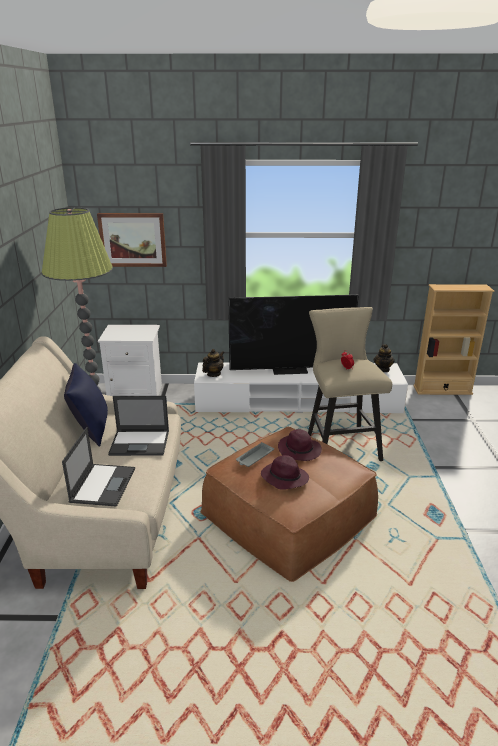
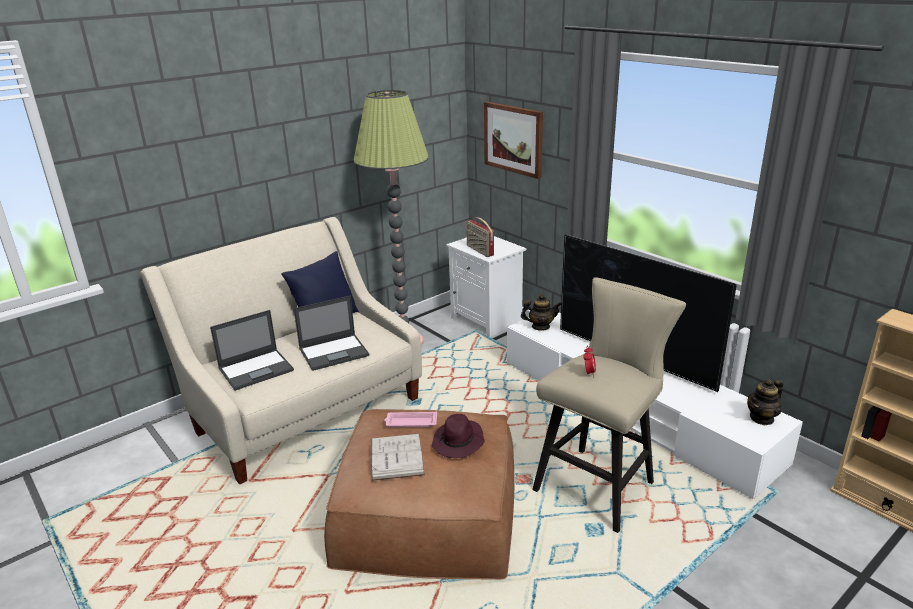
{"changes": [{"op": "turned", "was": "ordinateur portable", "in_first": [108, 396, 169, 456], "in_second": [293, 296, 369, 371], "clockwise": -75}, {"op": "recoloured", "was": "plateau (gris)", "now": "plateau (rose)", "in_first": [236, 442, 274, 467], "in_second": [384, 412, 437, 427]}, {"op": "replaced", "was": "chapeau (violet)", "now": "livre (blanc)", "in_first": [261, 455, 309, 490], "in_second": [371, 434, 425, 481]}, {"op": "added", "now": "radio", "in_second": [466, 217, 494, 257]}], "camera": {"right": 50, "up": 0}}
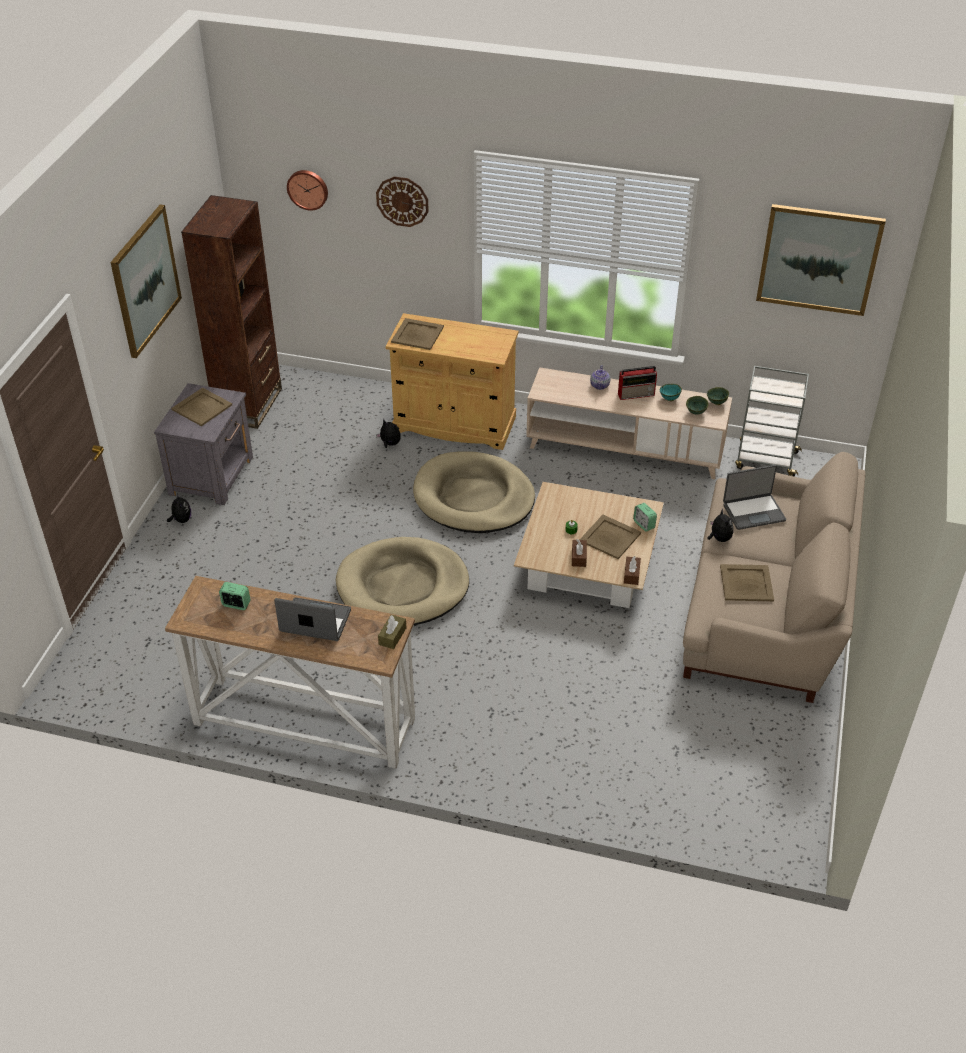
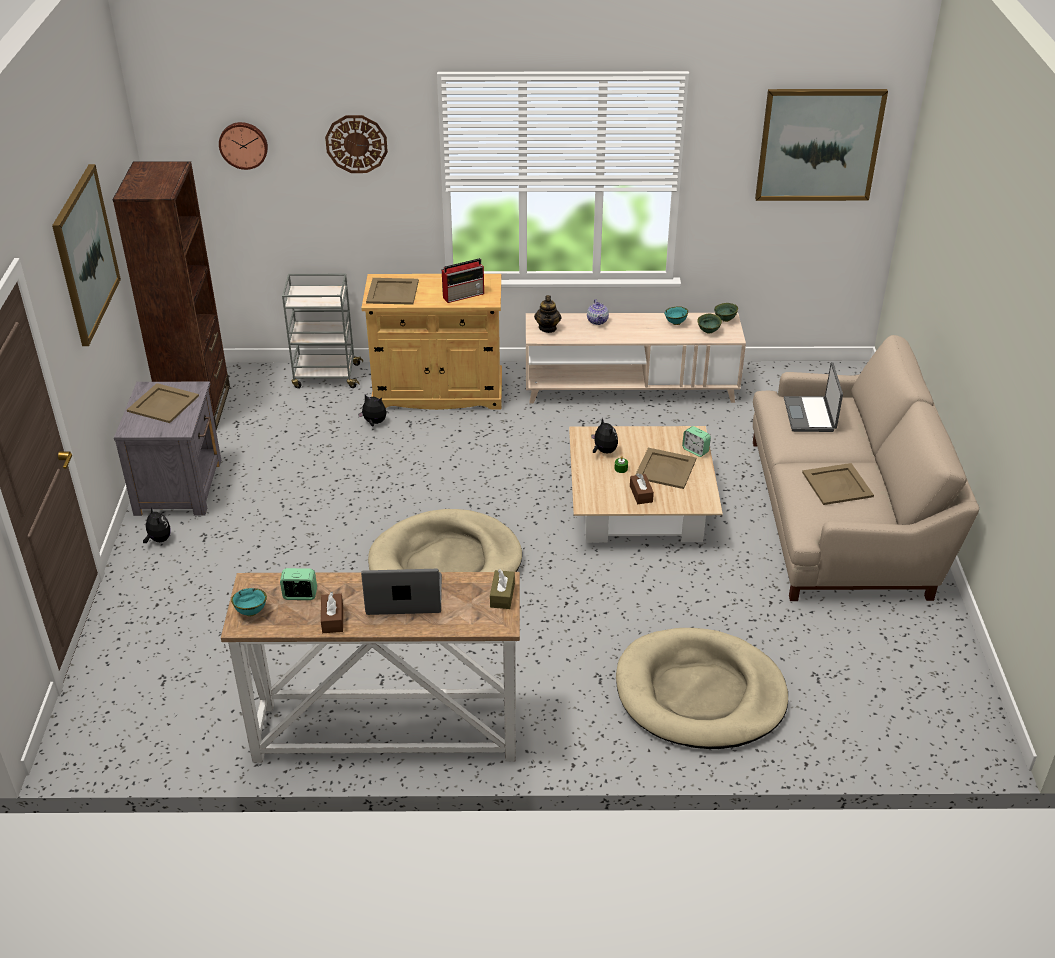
{"changes": [{"op": "moved", "was": "radio", "in_first": [618, 366, 657, 400], "in_second": [442, 258, 484, 303]}, {"op": "moved", "was": "chariot (gris)", "in_first": [735, 366, 809, 477], "in_second": [282, 274, 363, 388]}, {"op": "moved", "was": "panier pour chien (beige)", "in_first": [413, 452, 535, 533], "in_second": [616, 628, 788, 749]}, {"op": "turned", "was": "ordinateur portable", "in_first": [723, 465, 786, 530], "in_second": [784, 362, 843, 432], "clockwise": 120}, {"op": "moved", "was": "peluche", "in_first": [707, 509, 734, 542], "in_second": [591, 418, 618, 454]}, {"op": "moved", "was": "boîte à mouchoirs (marron)", "in_first": [624, 556, 641, 585], "in_second": [321, 592, 343, 633]}, {"op": "added", "now": "théière", "in_second": [534, 295, 561, 333]}, {"op": "added", "now": "bol (turquoise)", "in_second": [231, 588, 267, 616]}], "camera": {"right": -15, "up": -5}}
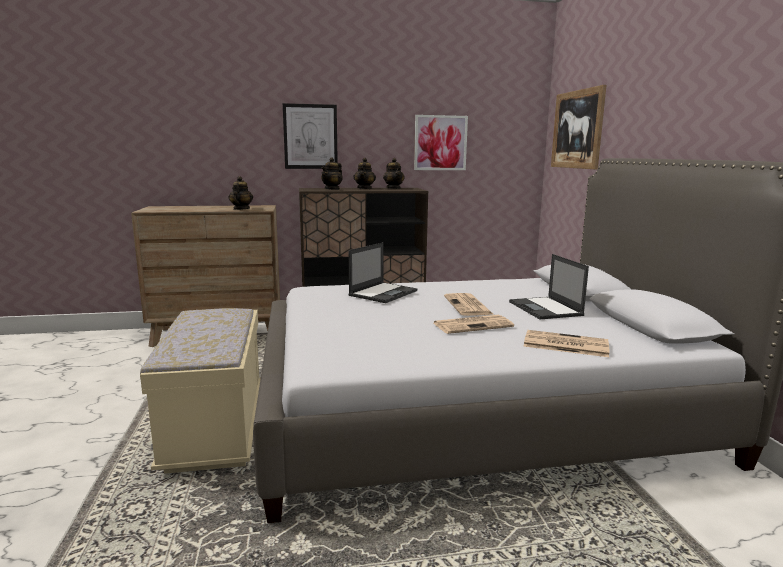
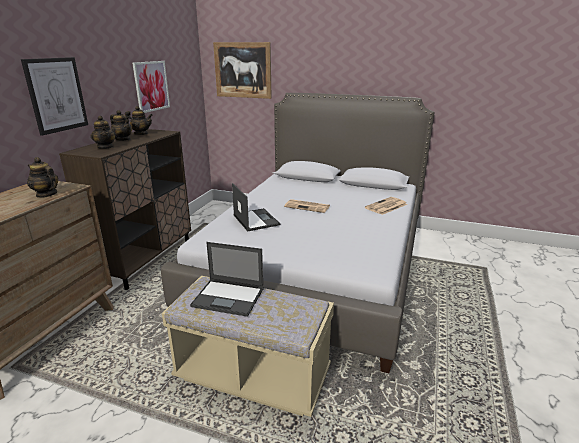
{"changes": [{"op": "moved", "was": "ordinateur portable", "in_first": [509, 254, 589, 319], "in_second": [190, 242, 264, 317]}, {"op": "removed", "was": "journal", "in_first": [434, 315, 514, 334]}], "camera": {"right": -60, "up": 10}}
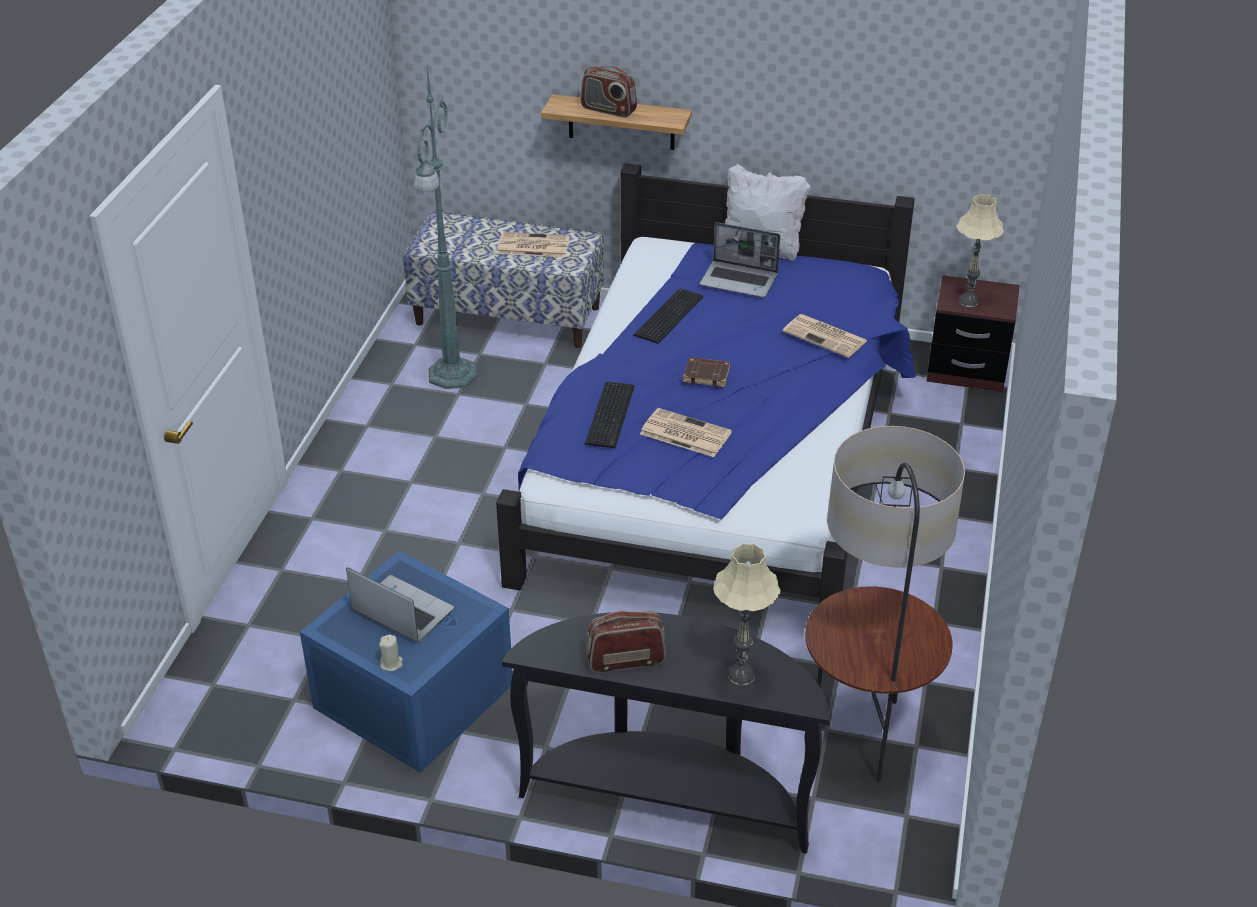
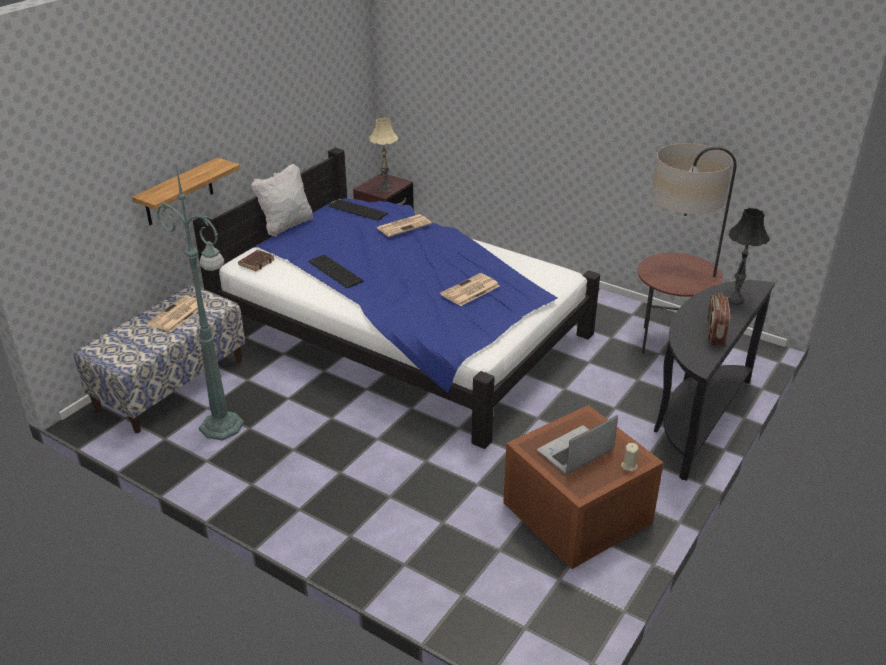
{"changes": [{"op": "removed", "was": "radio", "in_first": [580, 66, 637, 117]}, {"op": "removed", "was": "ordinateur portable", "in_first": [700, 222, 780, 297]}, {"op": "moved", "was": "livre (marron)", "in_first": [683, 357, 730, 387], "in_second": [238, 250, 275, 271]}, {"op": "moved", "was": "clavier", "in_first": [585, 382, 635, 448], "in_second": [328, 199, 388, 221]}, {"op": "recoloured", "was": "lampe de table (beige)", "now": "lampe de table (noir)", "in_first": [713, 543, 781, 685], "in_second": [728, 208, 770, 305]}, {"op": "recoloured", "was": "boîte de rangement (bleu)", "now": "boîte de rangement (marron)", "in_first": [300, 551, 513, 773], "in_second": [503, 405, 664, 569]}], "camera": {"right": -70, "up": -5}}
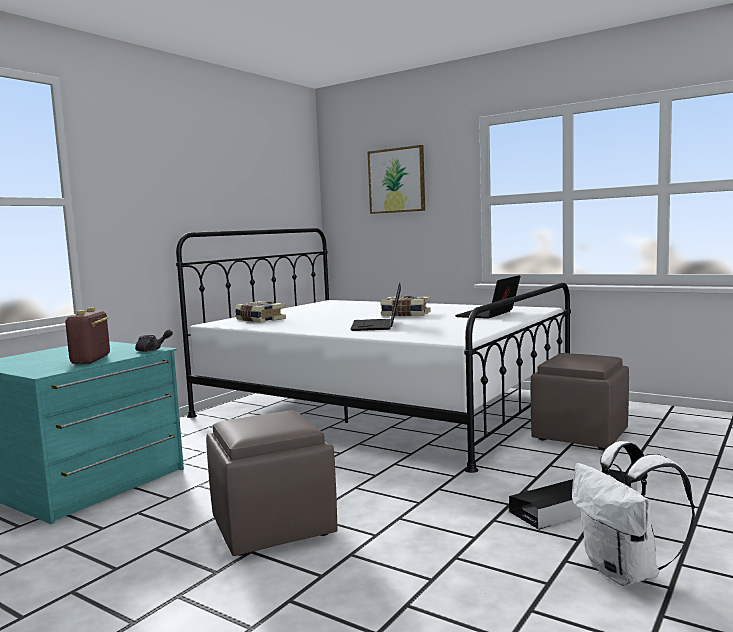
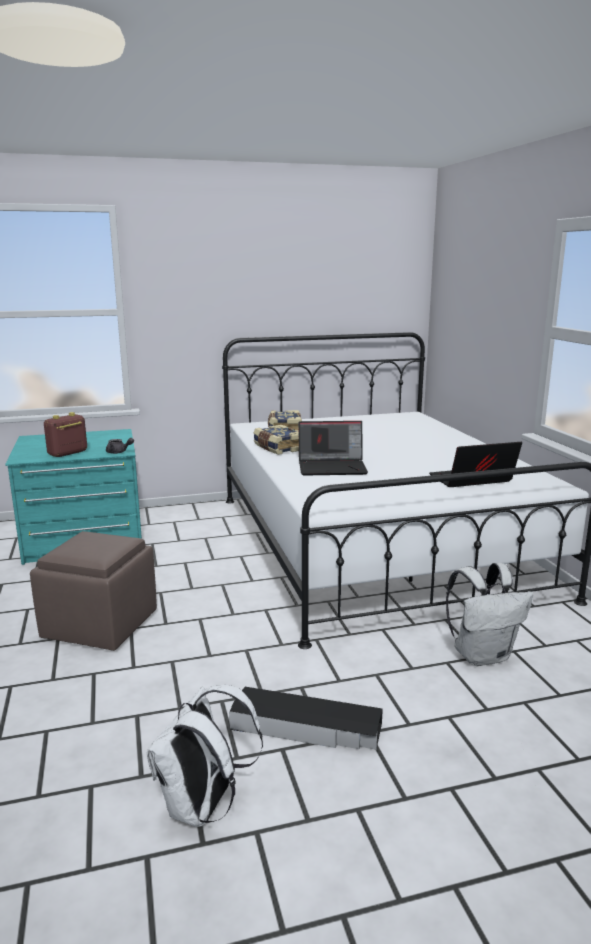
{"changes": [{"op": "removed", "was": "tableau", "in_first": [368, 145, 425, 214]}, {"op": "turned", "was": "ordinateur portable", "in_first": [351, 283, 401, 331], "in_second": [298, 421, 368, 476], "clockwise": -135}, {"op": "moved", "was": "livre", "in_first": [380, 296, 431, 317], "in_second": [253, 425, 299, 455]}, {"op": "replaced", "was": "pouf (marron)", "now": "sac à dos (blanc)", "in_first": [531, 353, 629, 450], "in_second": [446, 563, 533, 666]}], "camera": {"right": 40, "up": 10}}
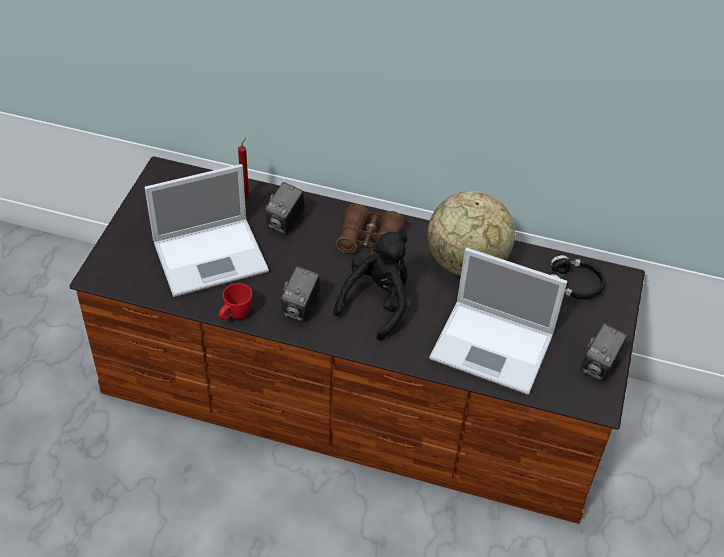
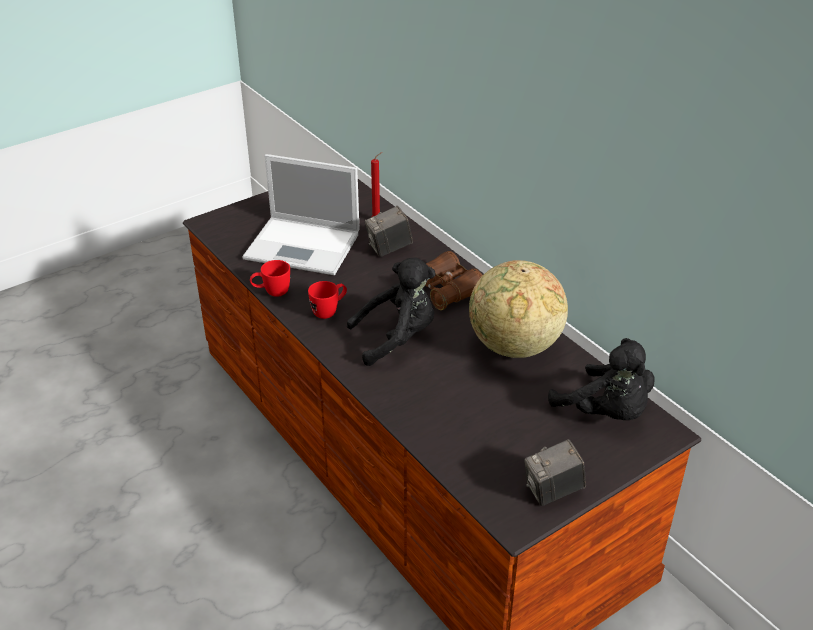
{"changes": [{"op": "removed", "was": "ordinateur portable", "in_first": [429, 247, 568, 395]}, {"op": "replaced", "was": "casque audio (noir)", "now": "peluche (noir)", "in_first": [550, 255, 605, 299], "in_second": [548, 338, 655, 420]}, {"op": "replaced", "was": "appareil photo", "now": "mug (rouge)", "in_first": [281, 266, 320, 322], "in_second": [308, 281, 347, 319]}], "camera": {"right": 40, "up": -10}}
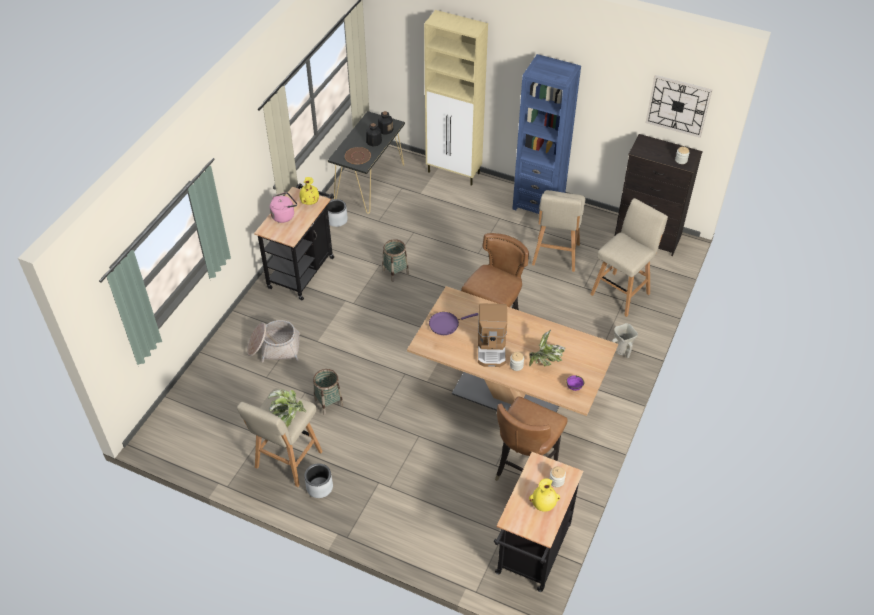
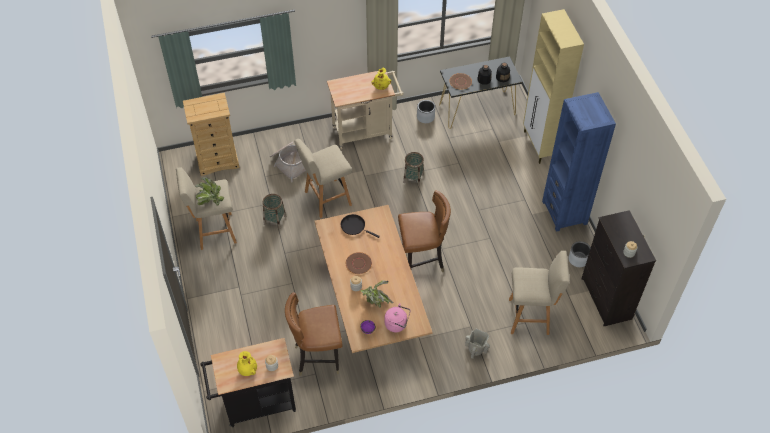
{"changes": [{"op": "removed", "was": "horloge murale", "in_first": [645, 75, 712, 138]}, {"op": "recoloured", "was": "chariot (noir)", "now": "chariot (beige)", "in_first": [254, 183, 334, 300], "in_second": [327, 71, 404, 150]}, {"op": "moved", "was": "tabouret (beige)", "in_first": [532, 190, 585, 272], "in_second": [294, 139, 352, 218]}, {"op": "moved", "was": "bouilloire (rose)", "in_first": [270, 192, 297, 223], "in_second": [384, 303, 411, 332]}, {"op": "replaced", "was": "machine à café", "now": "assiette (marron)", "in_first": [478, 303, 507, 367], "in_second": [346, 252, 372, 274]}, {"op": "recoloured", "was": "poêle (violet)", "now": "poêle (noir)", "in_first": [429, 312, 478, 335], "in_second": [341, 214, 380, 238]}, {"op": "moved", "was": "cache-pot (gris)", "in_first": [304, 463, 333, 498], "in_second": [569, 241, 591, 267]}, {"op": "added", "now": "commode (beige)", "in_second": [183, 93, 240, 176]}], "camera": {"right": 50, "up": 5}}
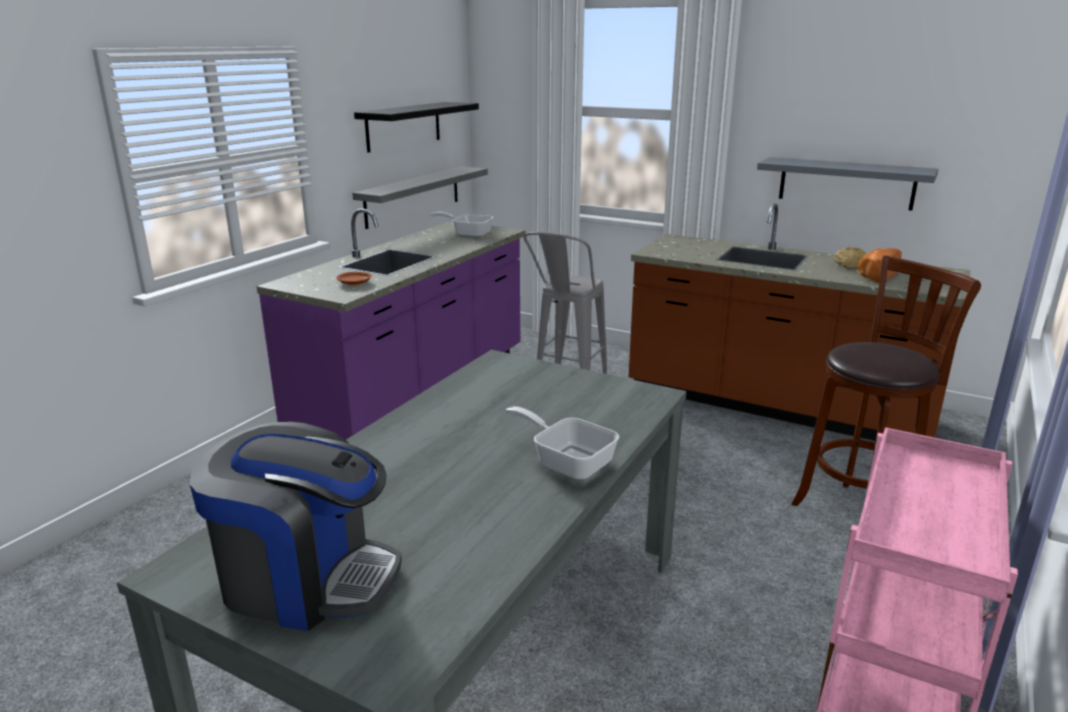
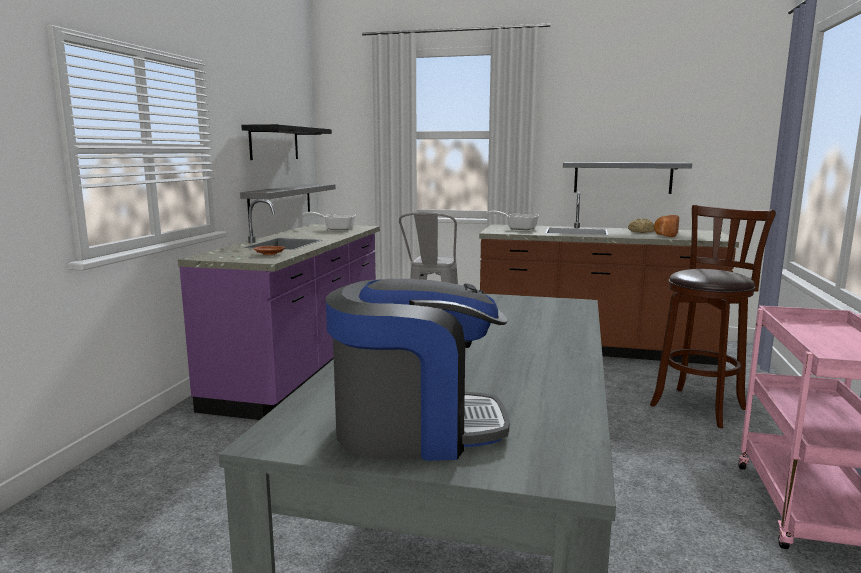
{"changes": [{"op": "moved", "was": "poêle", "in_first": [506, 406, 619, 480], "in_second": [487, 211, 539, 230]}], "camera": {"right": -15, "up": -10}}
